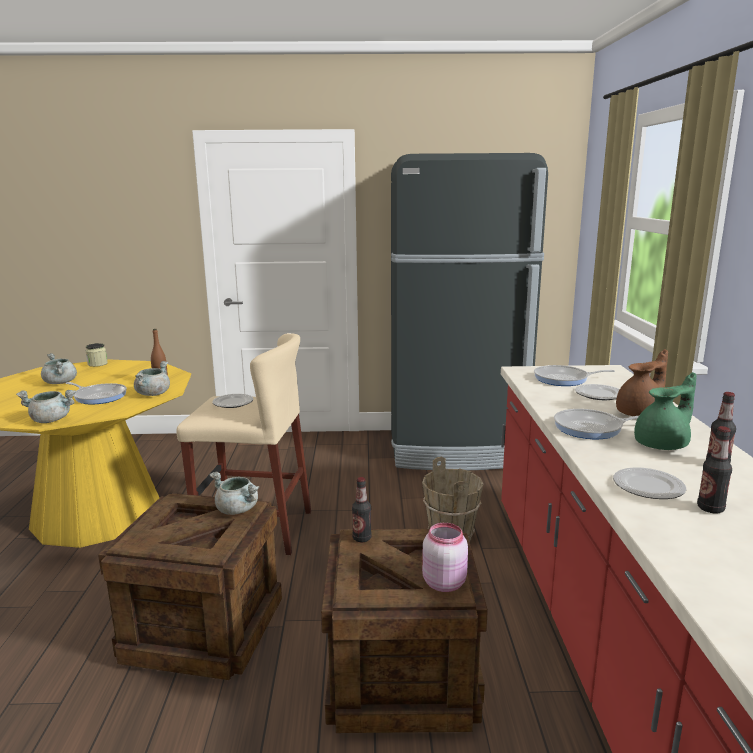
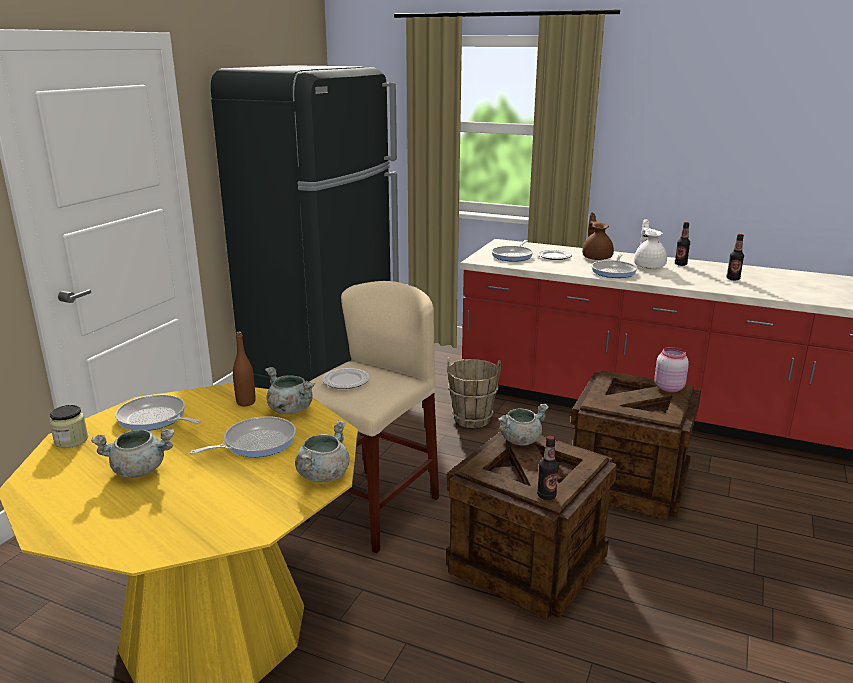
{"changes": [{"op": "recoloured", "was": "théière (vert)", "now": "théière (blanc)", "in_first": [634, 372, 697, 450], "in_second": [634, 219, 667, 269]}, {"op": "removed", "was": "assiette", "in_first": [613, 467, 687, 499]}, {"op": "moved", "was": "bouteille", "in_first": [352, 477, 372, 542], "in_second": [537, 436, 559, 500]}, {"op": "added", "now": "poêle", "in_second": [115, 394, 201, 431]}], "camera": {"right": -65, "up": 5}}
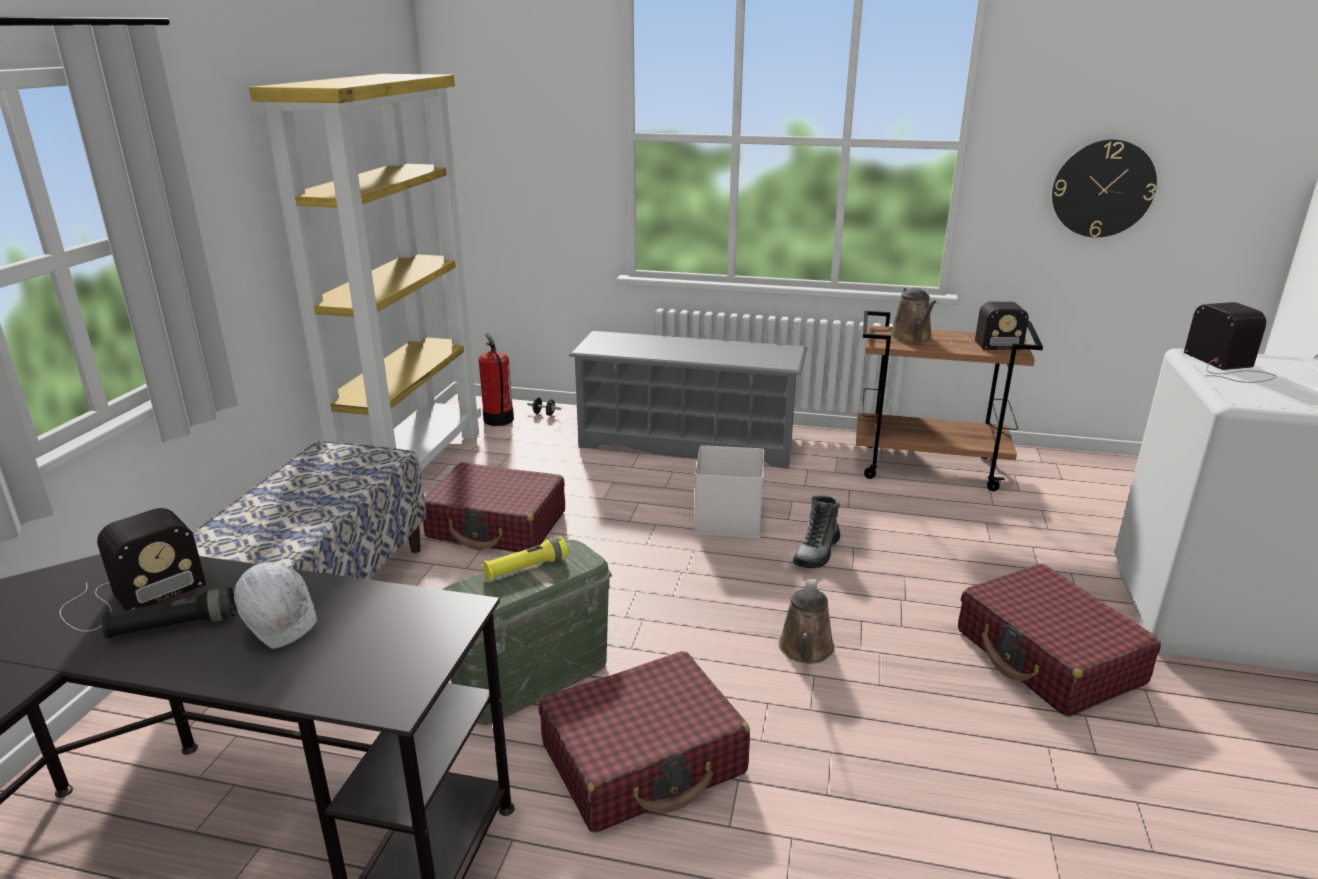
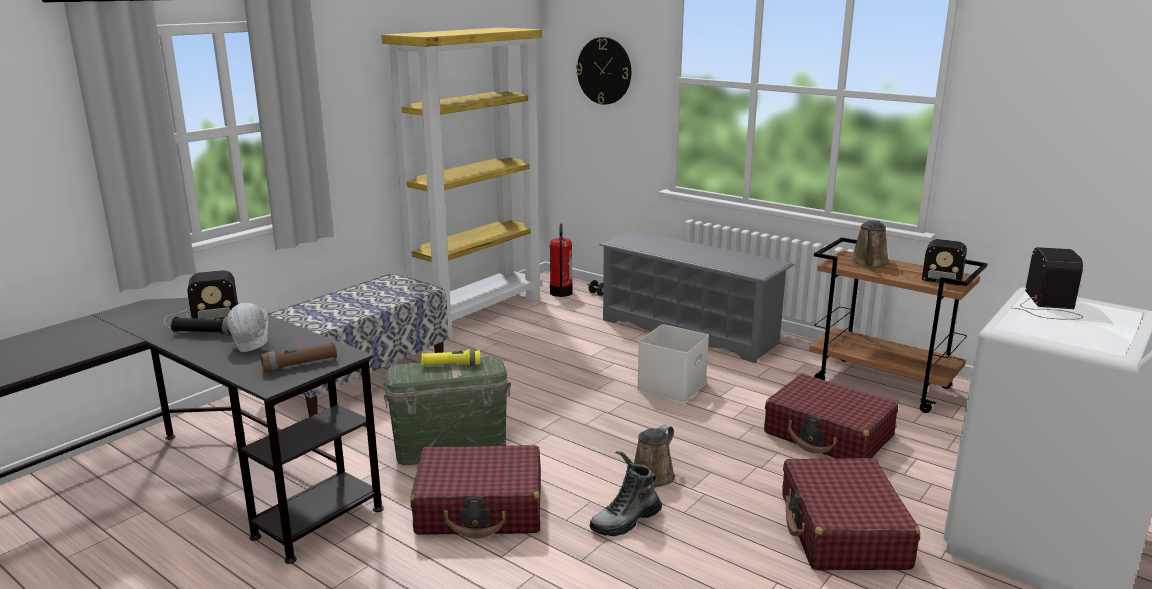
{"changes": [{"op": "moved", "was": "horloge murale", "in_first": [1052, 140, 1157, 237], "in_second": [576, 37, 631, 105]}, {"op": "moved", "was": "valise (rouge)", "in_first": [423, 462, 565, 552], "in_second": [764, 374, 898, 458]}, {"op": "moved", "was": "botte", "in_first": [793, 495, 841, 569], "in_second": [589, 463, 662, 536]}, {"op": "added", "now": "lampe de poche (marron)", "in_second": [260, 342, 337, 373]}], "camera": {"right": 25, "up": -5}}
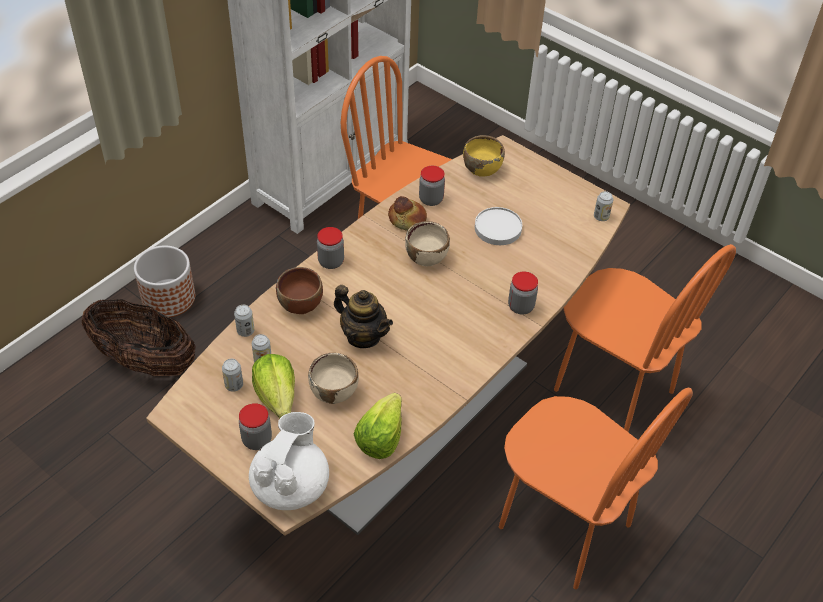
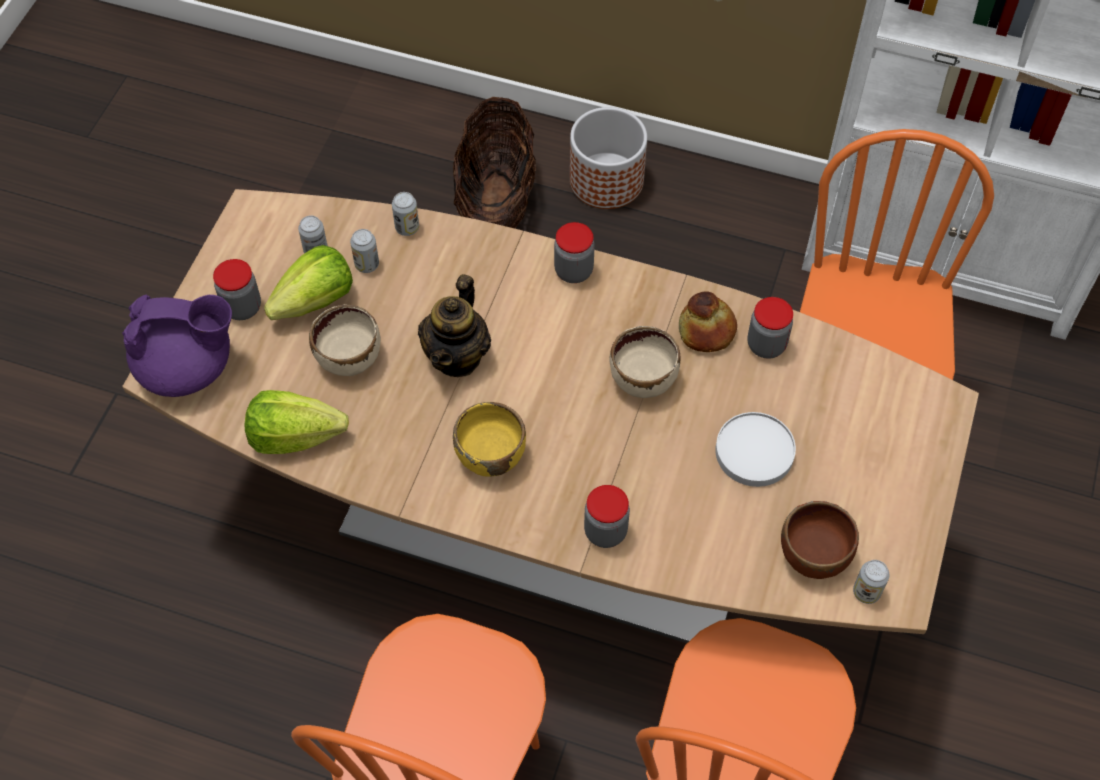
{"changes": [{"op": "moved", "was": "bol (jaune)", "in_first": [463, 135, 505, 177], "in_second": [453, 402, 526, 477]}, {"op": "moved", "was": "bol (marron)", "in_first": [276, 267, 323, 314], "in_second": [781, 501, 859, 579]}, {"op": "recoloured", "was": "théière (blanc)", "now": "théière (violet)", "in_first": [249, 412, 329, 510], "in_second": [122, 295, 232, 397]}], "camera": {"right": 70, "up": 10}}
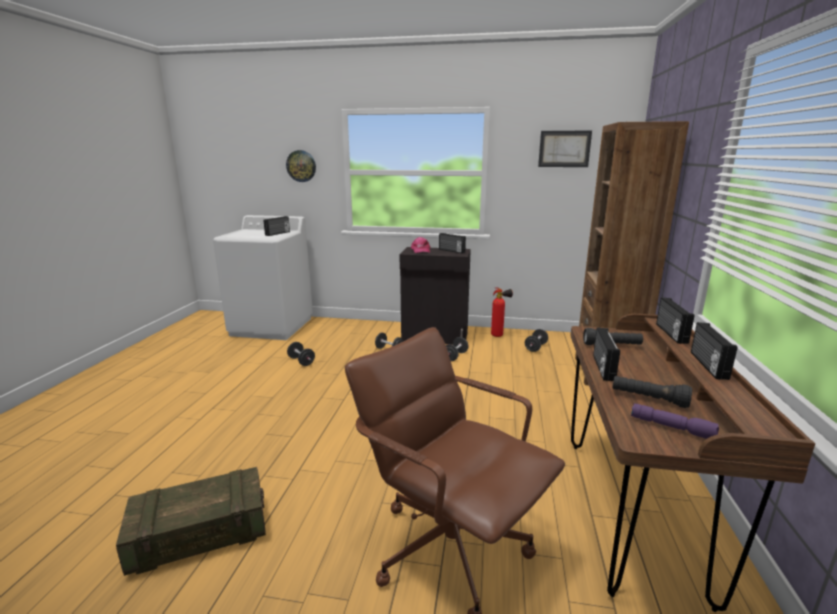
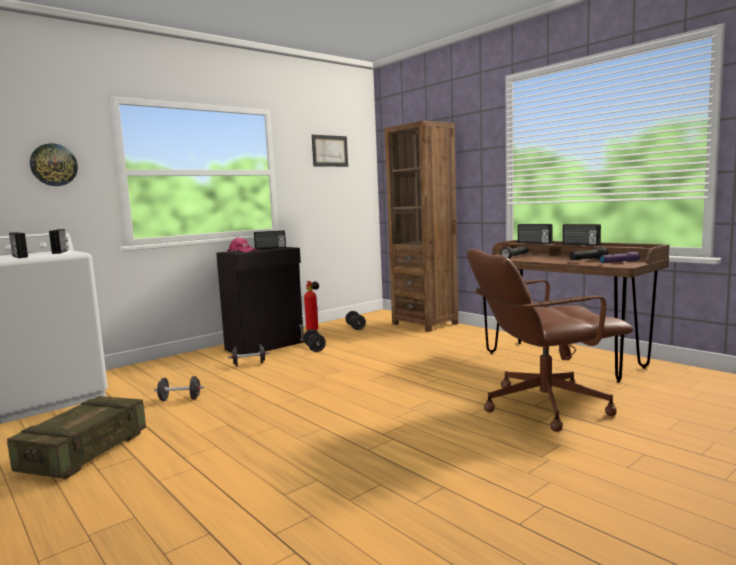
{"changes": [{"op": "moved", "was": "radio", "in_first": [593, 327, 620, 381], "in_second": [9, 232, 28, 258]}, {"op": "moved", "was": "caisse", "in_first": [116, 467, 266, 576], "in_second": [7, 396, 146, 479]}], "camera": {"right": -50, "up": -10}}
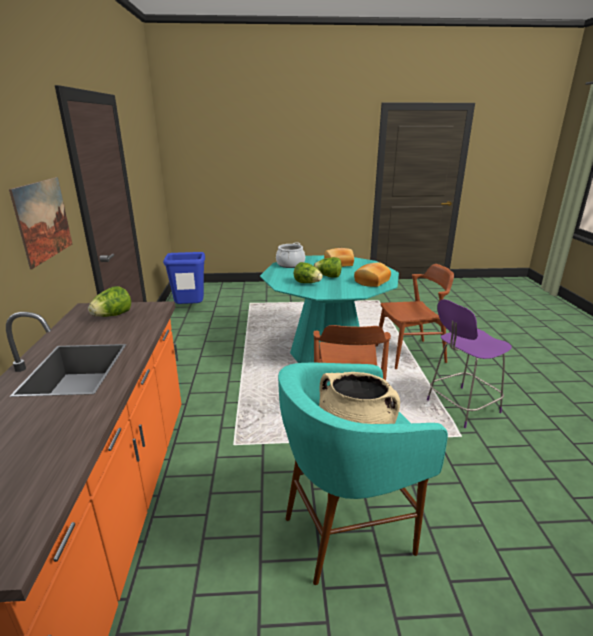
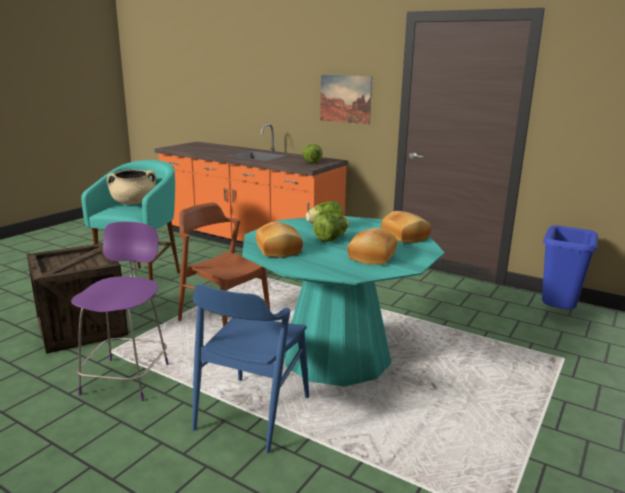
{"changes": [{"op": "replaced", "was": "marmite", "now": "pain", "in_first": [276, 242, 305, 268], "in_second": [381, 211, 431, 243]}, {"op": "recoloured", "was": "chaise (marron)", "now": "chaise (bleu)", "in_first": [376, 264, 454, 369], "in_second": [192, 284, 309, 453]}, {"op": "added", "now": "caisse", "in_second": [27, 243, 128, 354]}], "camera": {"right": 125, "up": -5}}
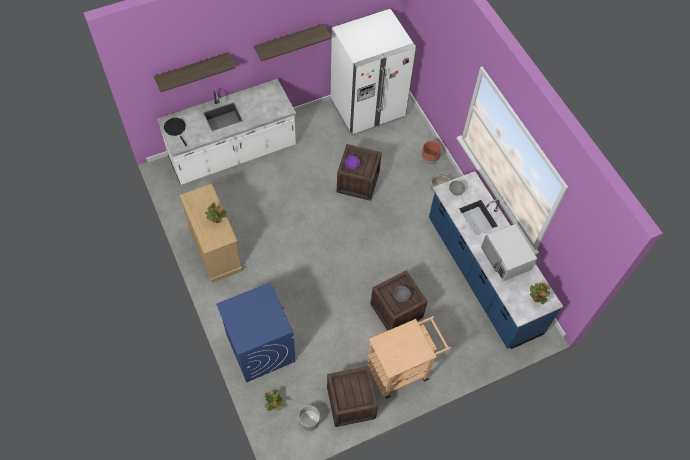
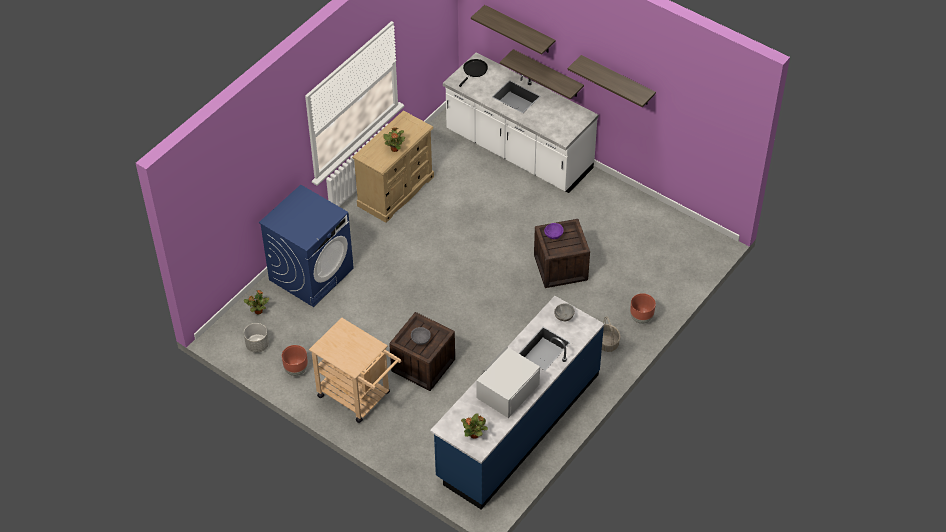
{"changes": [{"op": "removed", "was": "réfrigérateur (blanc)", "in_first": [330, 9, 416, 136]}, {"op": "replaced", "was": "caisse", "now": "cache-pot (marron)", "in_first": [327, 366, 378, 427], "in_second": [282, 345, 308, 376]}, {"op": "added", "now": "étagère", "in_second": [500, 49, 584, 100]}], "camera": {"right": 65, "up": -10}}
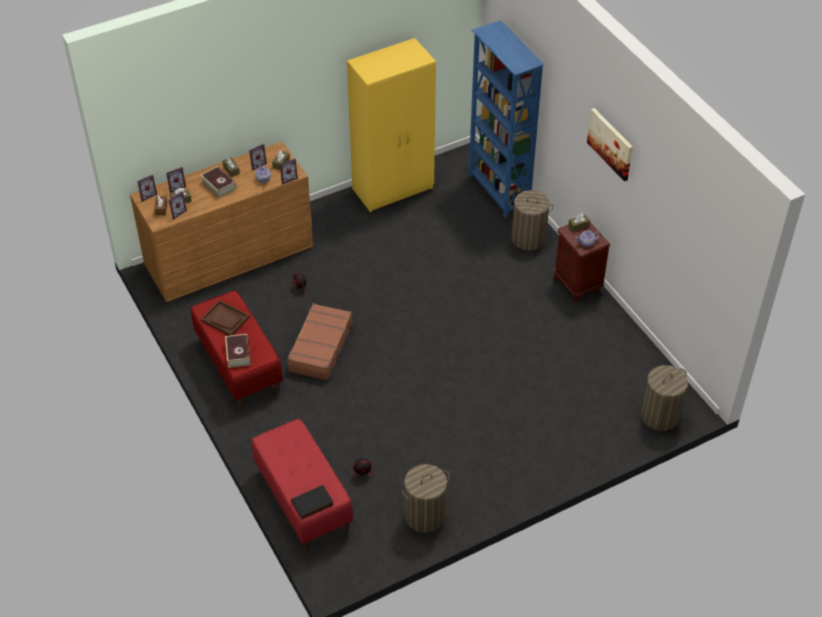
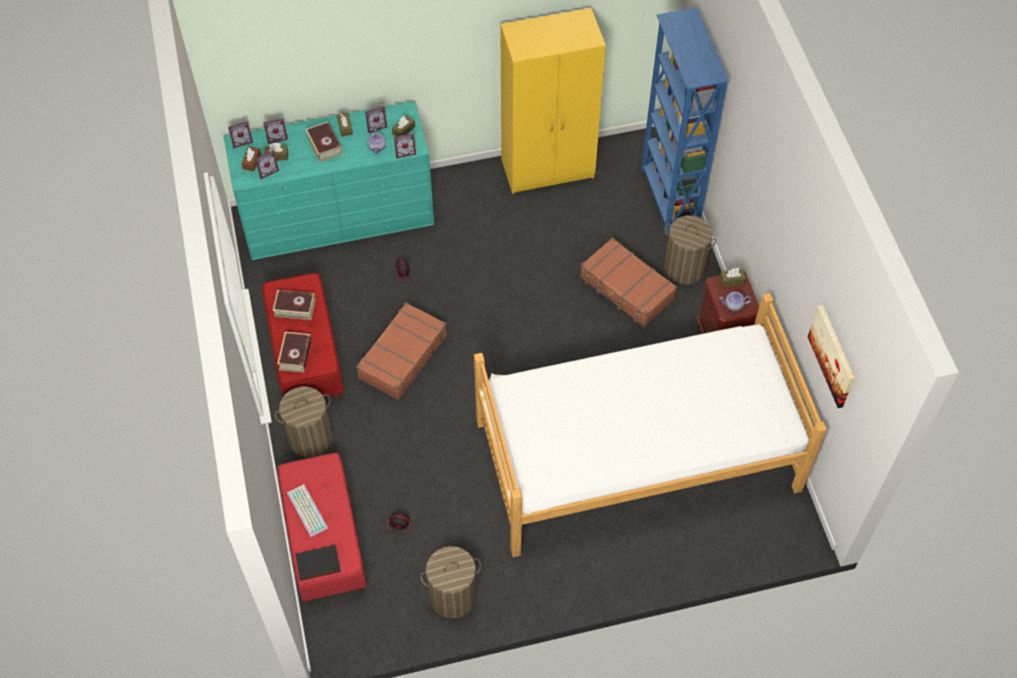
{"changes": [{"op": "moved", "was": "tableau", "in_first": [587, 108, 633, 181], "in_second": [808, 305, 855, 408]}, {"op": "recoloured", "was": "commode (marron)", "now": "commode (turquoise)", "in_first": [130, 142, 313, 302], "in_second": [224, 101, 434, 260]}, {"op": "replaced", "was": "plateau (marron)", "now": "livre", "in_first": [201, 300, 250, 336], "in_second": [273, 290, 316, 320]}, {"op": "moved", "was": "panier à linge", "in_first": [641, 365, 688, 431], "in_second": [275, 386, 332, 457]}, {"op": "added", "now": "valise (marron)", "in_second": [580, 238, 677, 327]}, {"op": "added", "now": "lit", "in_second": [474, 293, 827, 557]}, {"op": "added", "now": "clavier", "in_second": [287, 484, 328, 537]}], "camera": {"right": 15, "up": 10}}
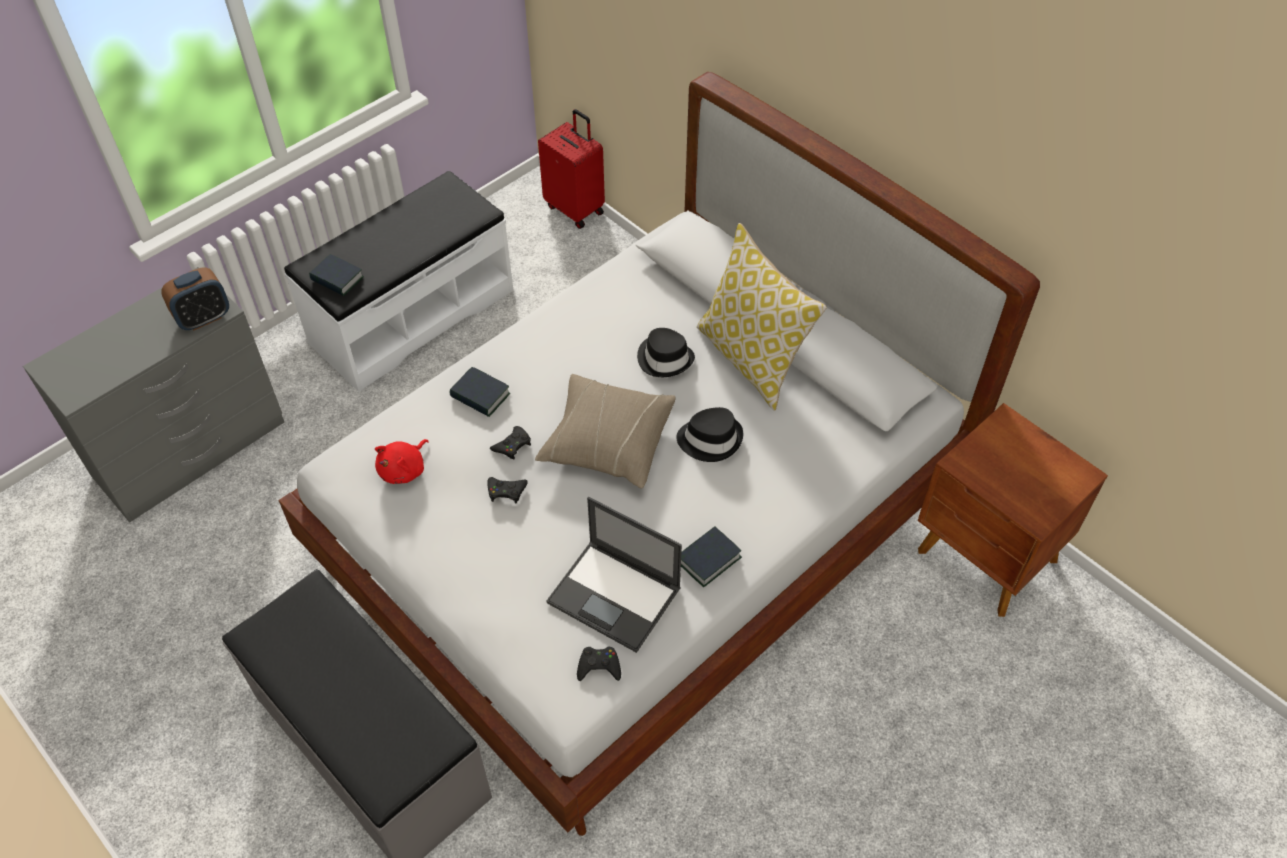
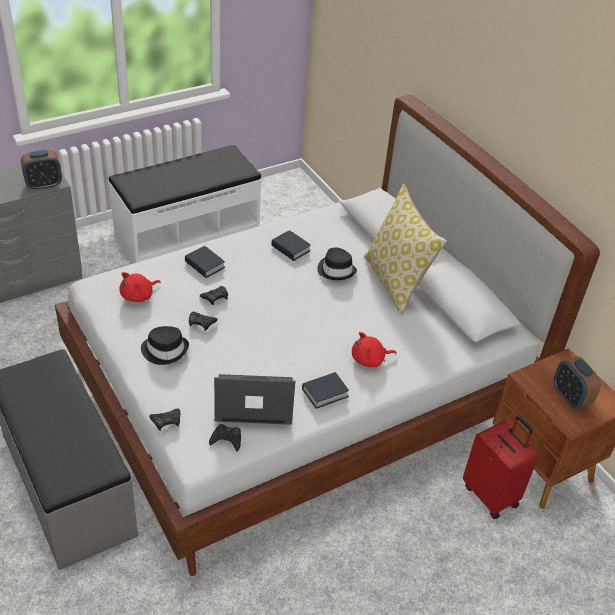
{"changes": [{"op": "moved", "was": "valise (rouge)", "in_first": [538, 109, 605, 229], "in_second": [463, 416, 538, 519]}, {"op": "moved", "was": "livre", "in_first": [309, 254, 364, 296], "in_second": [271, 230, 311, 261]}, {"op": "removed", "was": "coussin (beige)", "in_first": [535, 374, 676, 489]}, {"op": "moved", "was": "chapeau (noir)", "in_first": [676, 407, 743, 462], "in_second": [141, 326, 189, 365]}, {"op": "turned", "was": "ordinateur portable", "in_first": [546, 497, 682, 653], "in_second": [214, 374, 295, 425], "clockwise": 135}, {"op": "added", "now": "peluche (rouge)", "in_second": [352, 332, 397, 367]}, {"op": "added", "now": "réveil", "in_second": [554, 356, 601, 409]}, {"op": "added", "now": "manette (noir)", "in_second": [149, 408, 180, 431]}], "camera": {"right": 10, "up": -10}}
